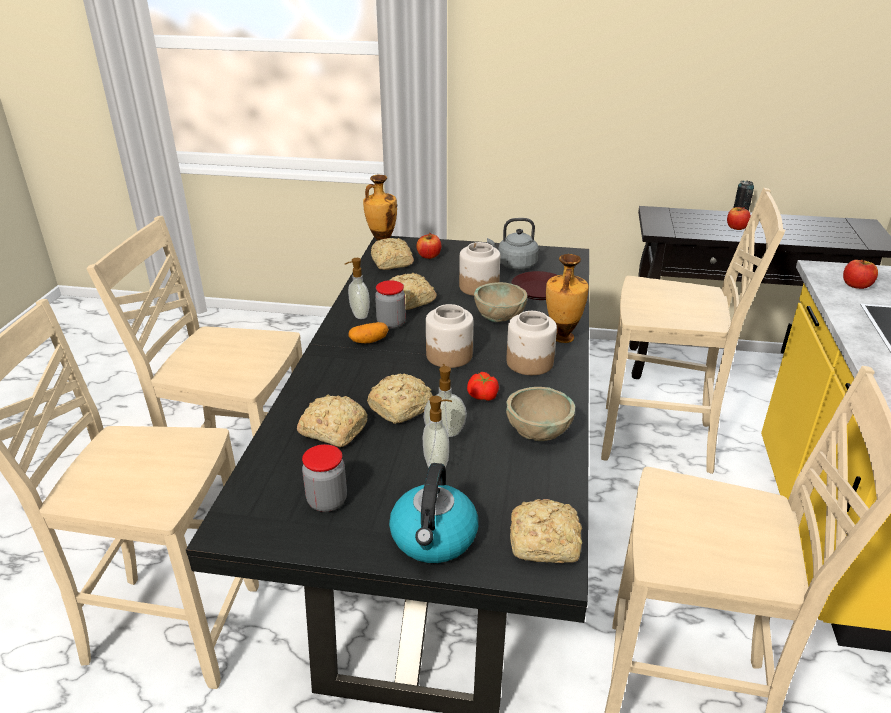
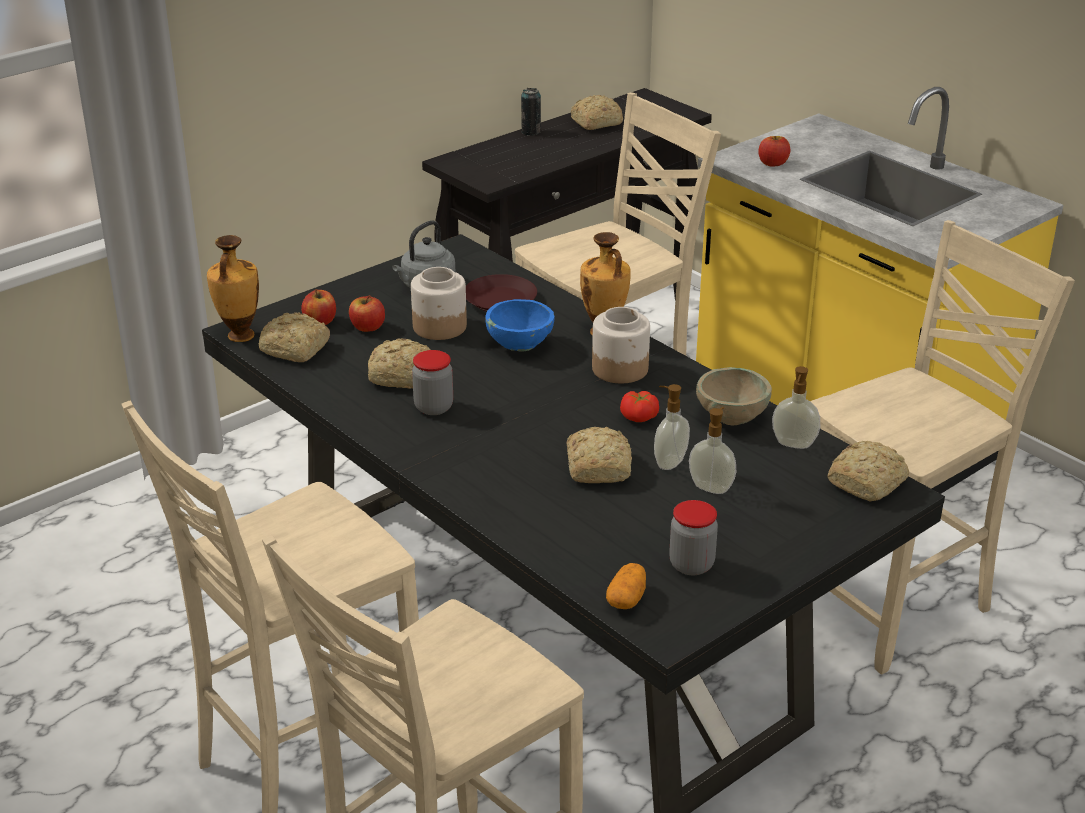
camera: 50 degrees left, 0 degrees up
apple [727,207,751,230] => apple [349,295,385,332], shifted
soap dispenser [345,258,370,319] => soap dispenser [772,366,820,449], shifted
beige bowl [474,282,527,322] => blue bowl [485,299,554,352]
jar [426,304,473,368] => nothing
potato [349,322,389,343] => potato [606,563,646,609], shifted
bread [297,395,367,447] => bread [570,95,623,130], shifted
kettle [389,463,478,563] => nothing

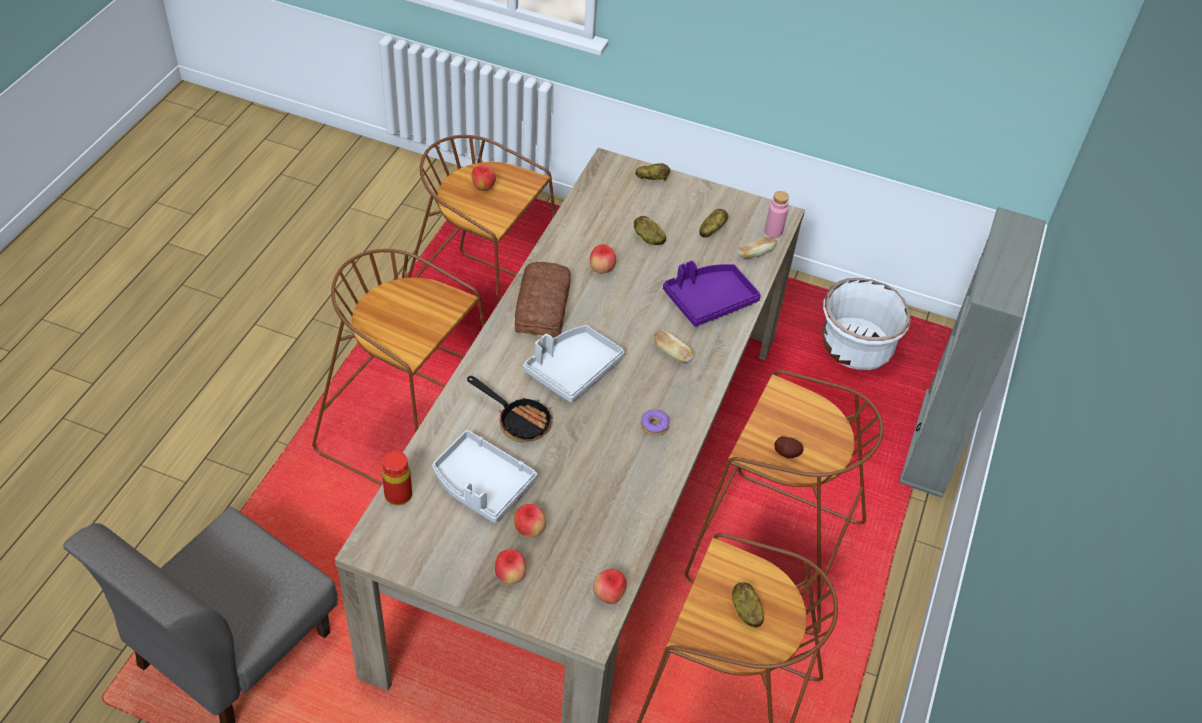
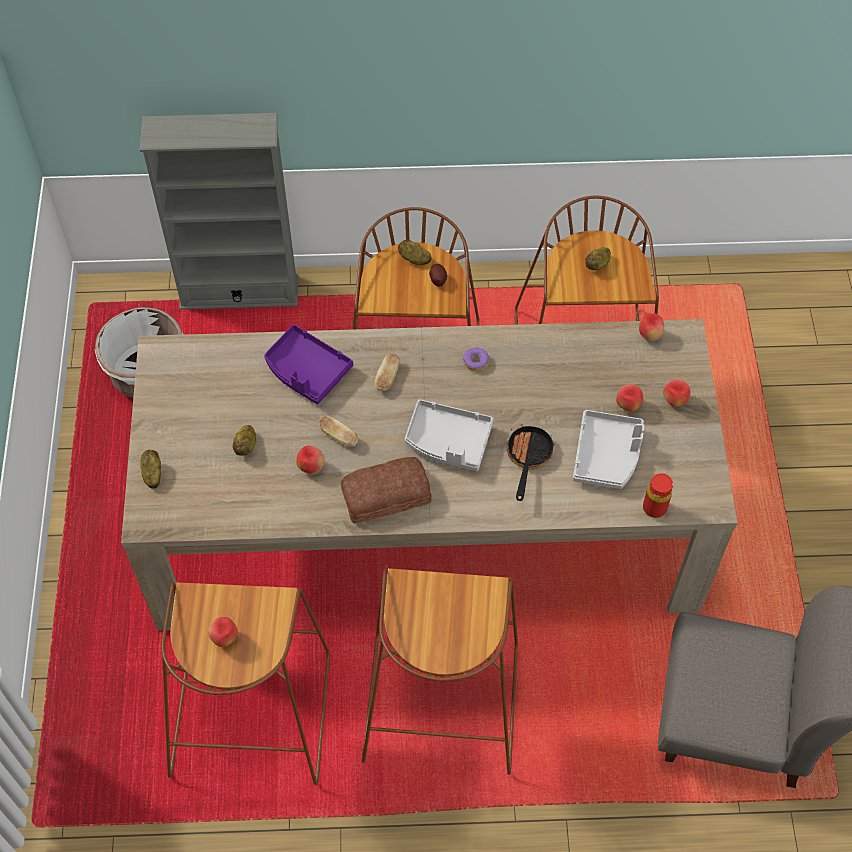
camera: 110 degrees left, 10 degrees up
pink bottle [765,191,789,238] => nothing
potato [699,209,728,238] => potato [398,240,432,265], shifted
bread [737,237,777,259] => bread [319,416,358,447], shifted

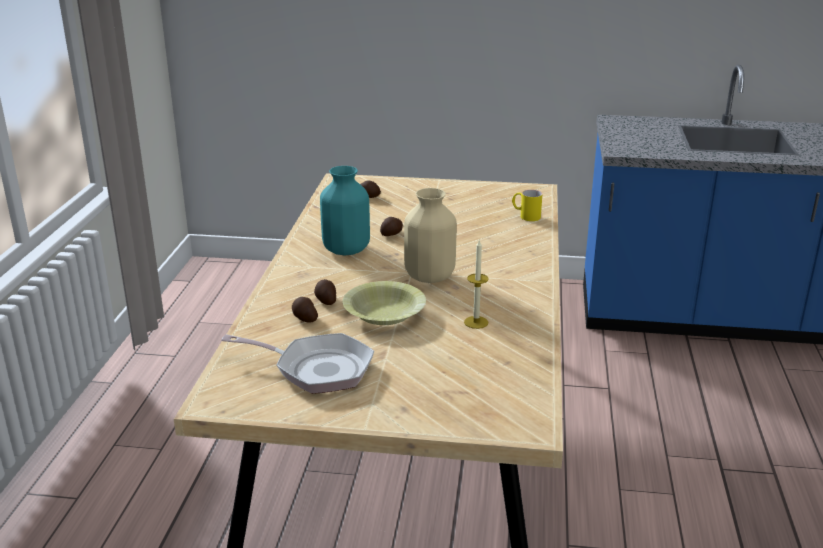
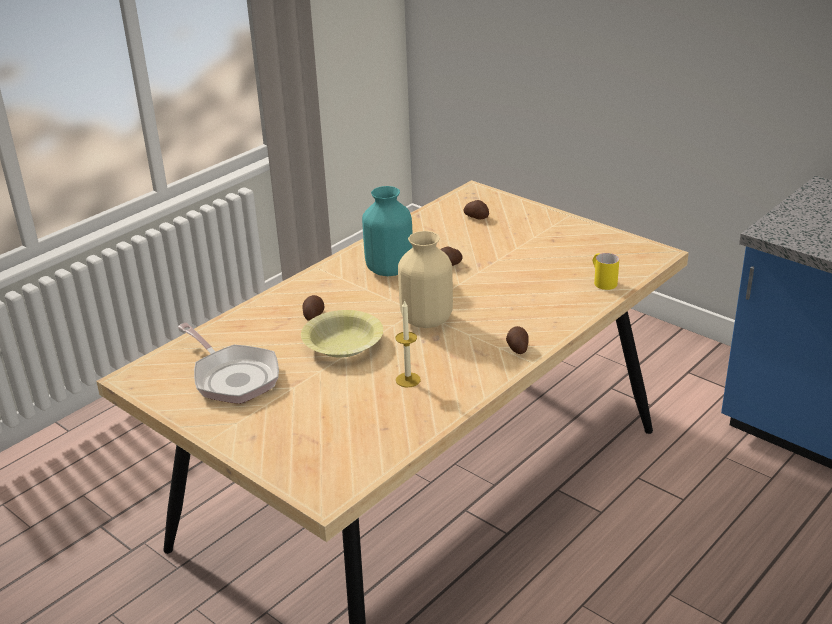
camera: 35 degrees right, 5 degrees up
potato [292,297,318,323] => potato [506,326,529,354], shifted

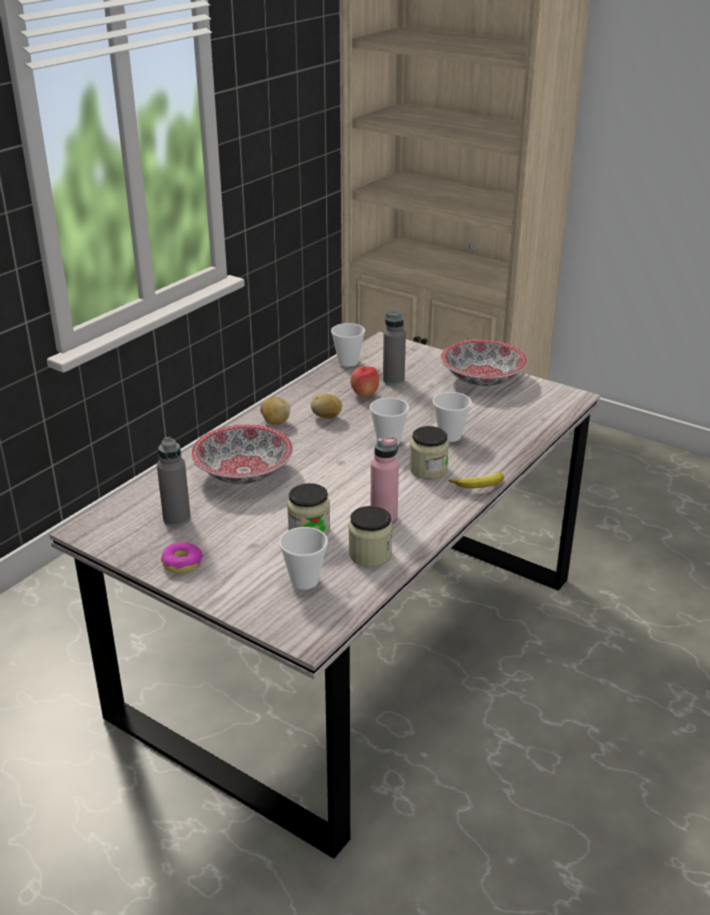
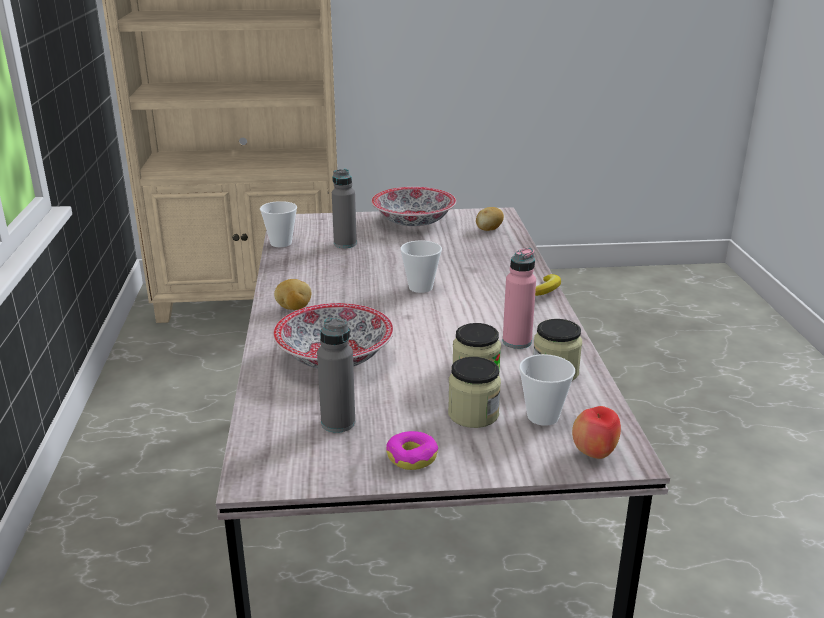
camera: 40 degrees left, 5 degrees down
apple [350,366,379,397] => apple [572,406,621,459], shifted
cup [433,392,472,442] => nothing
potato [310,394,342,419] => potato [476,207,504,231], shifted
jar [409,426,449,479] => jar [448,357,501,428], shifted

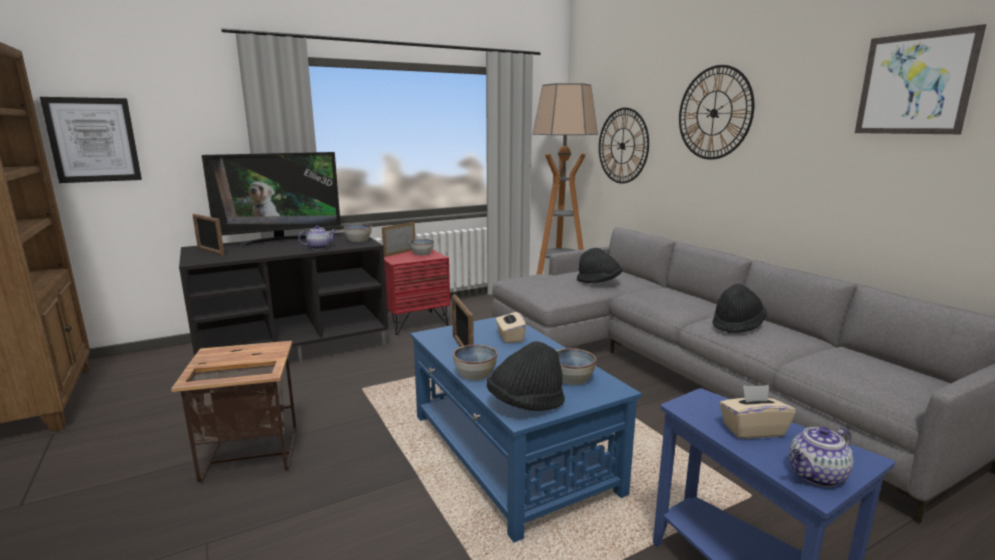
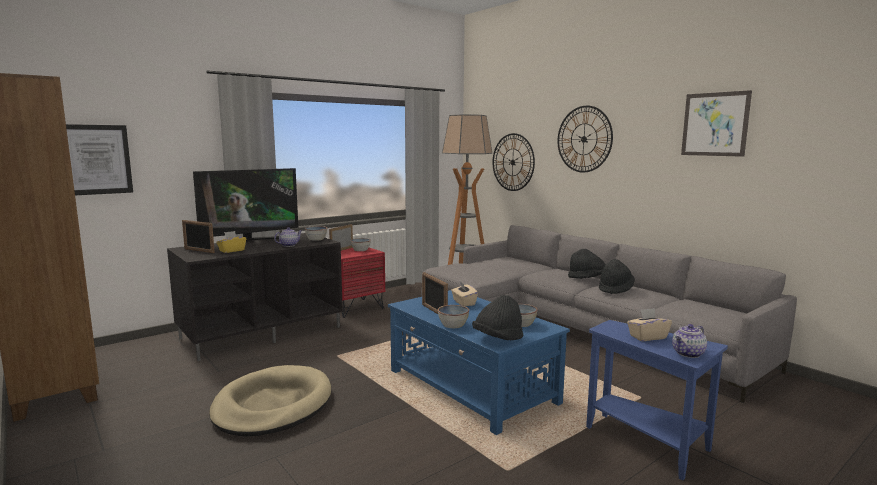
camera: 10 degrees left, 5 degrees down
black hat [577,248,622,283] => black hat [568,249,606,279], shifted
side table [171,341,296,482] => beige dog bed [209,365,331,436]
nothing => yellow tissue box [216,231,246,253]

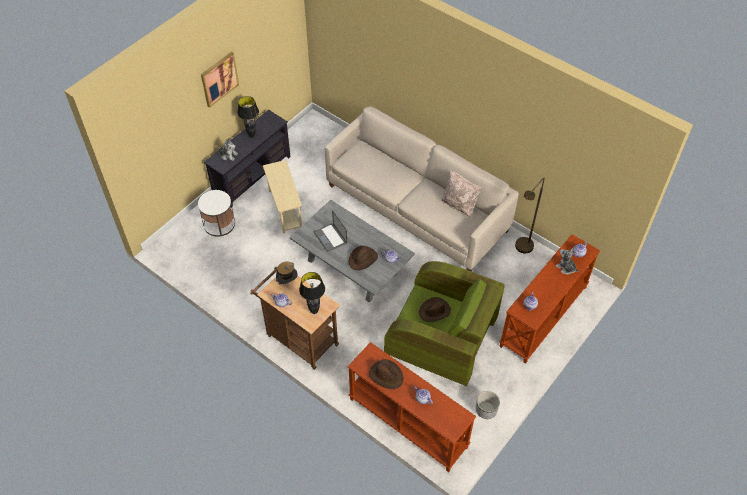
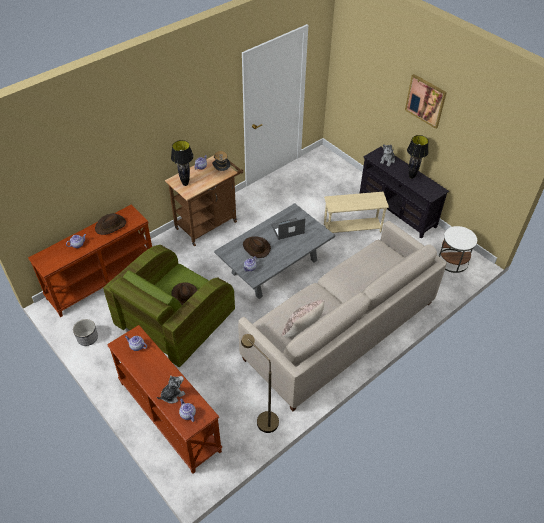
camera: 100 degrees right, 5 degrees down
white side table [198,190,235,237] => white side table [438,226,477,273], shifted

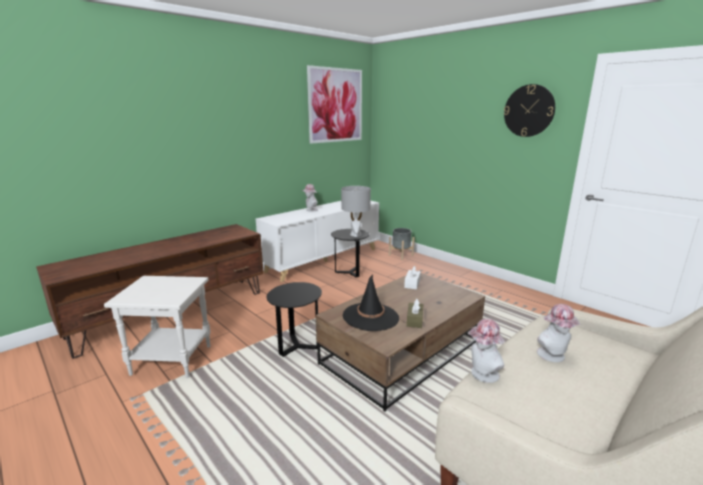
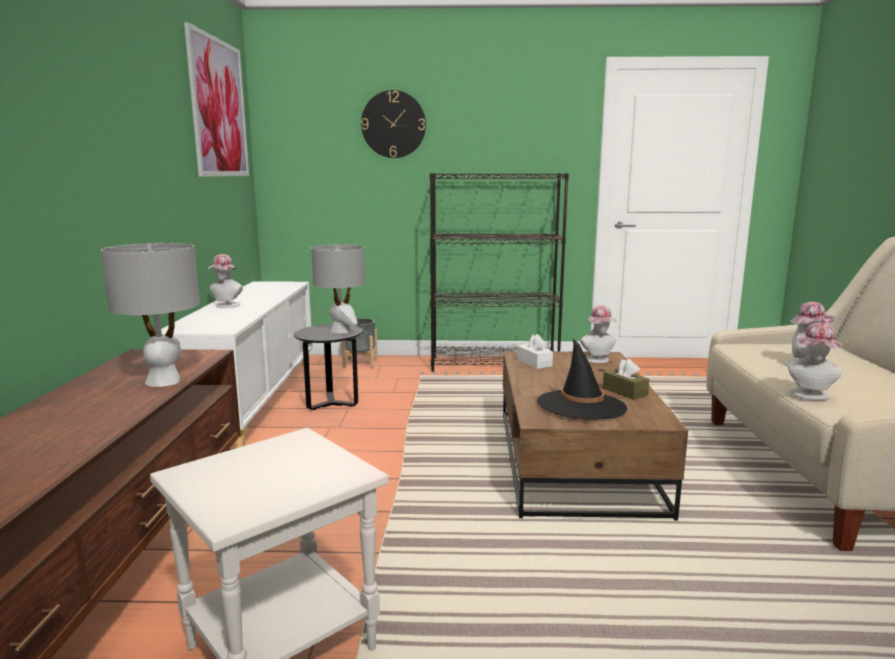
camera: 45 degrees left, 5 degrees down
wall clock [504,84,555,137] => wall clock [361,90,426,158], shifted
black side table [267,282,322,357] => nothing
nothing => black bookcase [430,173,569,372]
nothing => grey table lamp [101,243,200,387]
nothing => hat [580,305,617,363]

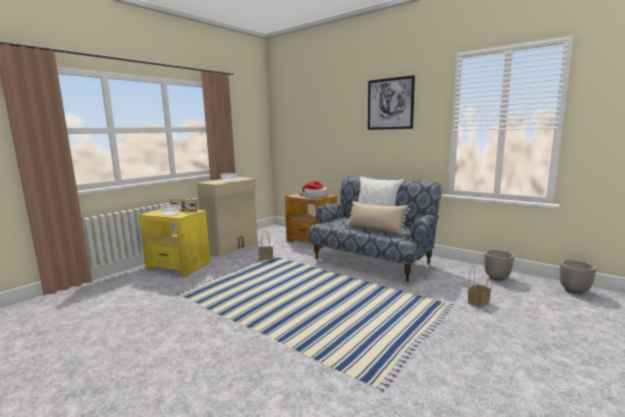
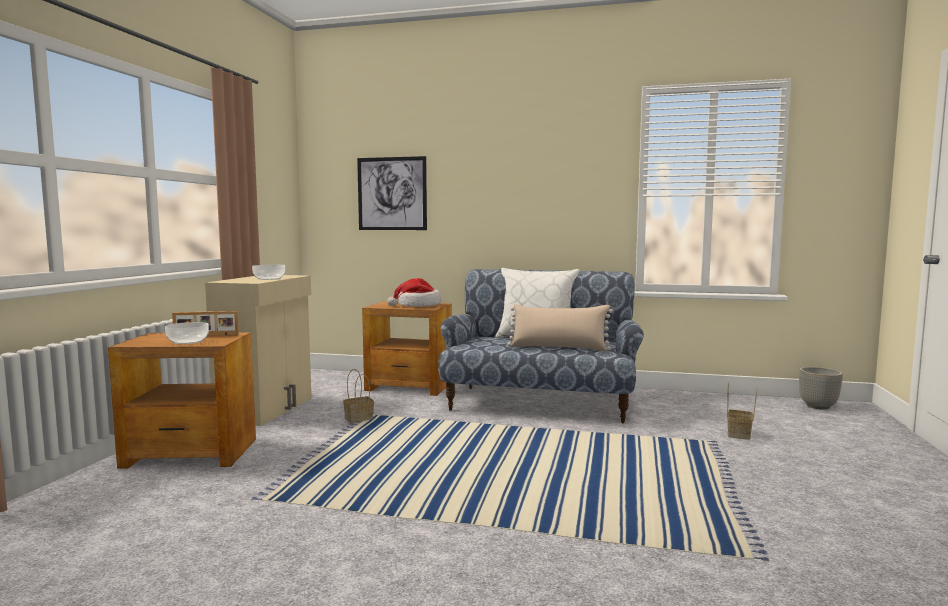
camera: 25 degrees left, 5 degrees down
picture [368,75,415,130] => picture [357,156,427,230], shifted
yellow side table [139,209,210,276] => brown side table [108,332,256,469]
planter [484,250,514,281] => nothing

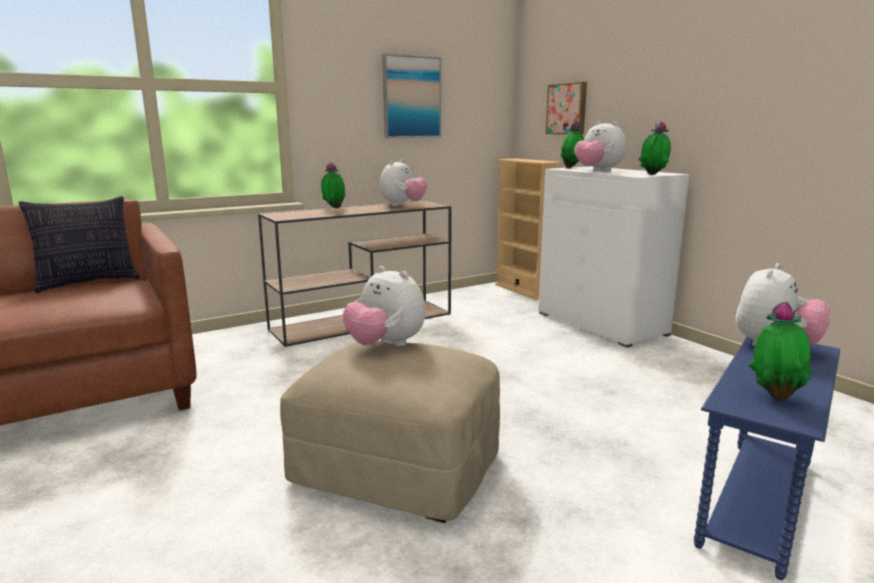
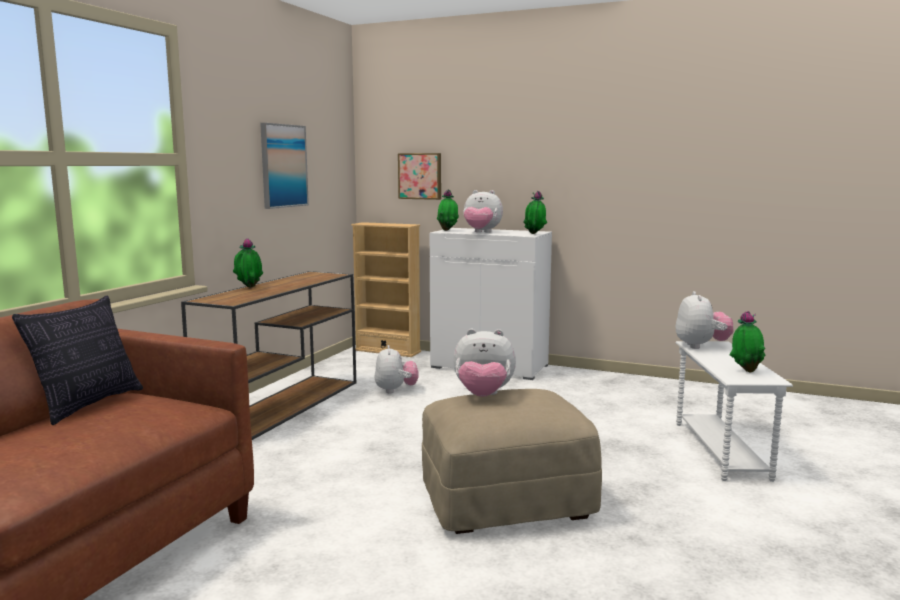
camera: 35 degrees left, 5 degrees down
plush toy [380,160,427,206] => plush toy [374,345,419,393], shifted
blue side table [694,337,840,580] => white side table [676,341,793,482]

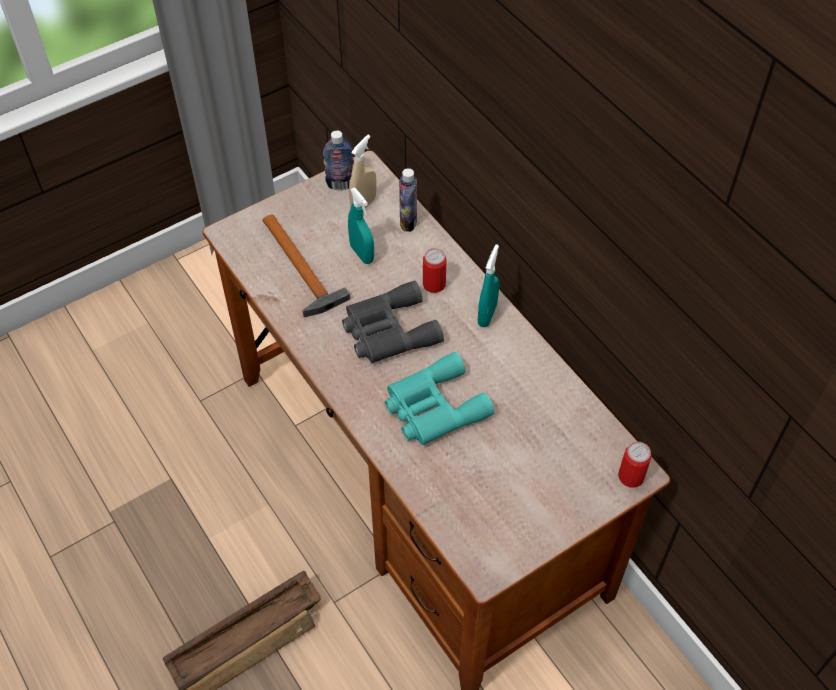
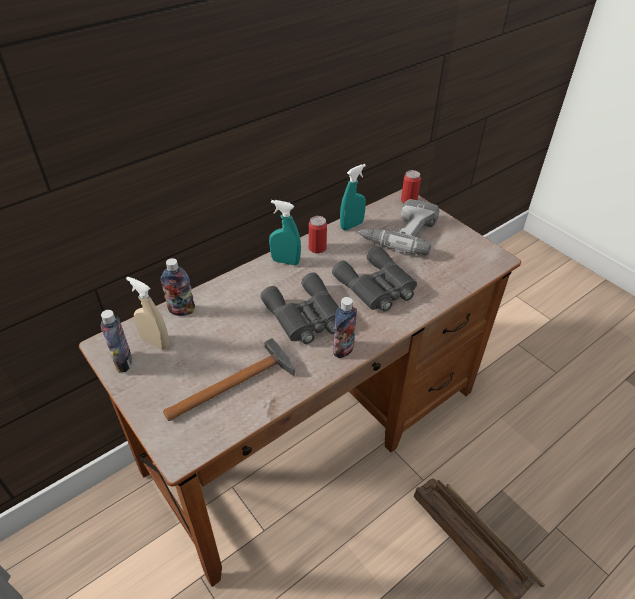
camera: 95 degrees left, 10 degrees down
turquoise spray bottle [348,188,374,264] => turquoise spray bottle [340,164,366,230], shifted
can [423,248,447,293] => can [309,216,327,253], shifted
turquoise binoculars [385,352,494,445] => grey binoculars [332,246,417,312]
nothing => power drill [358,199,440,255]
nothing => bottle [333,297,357,358]

